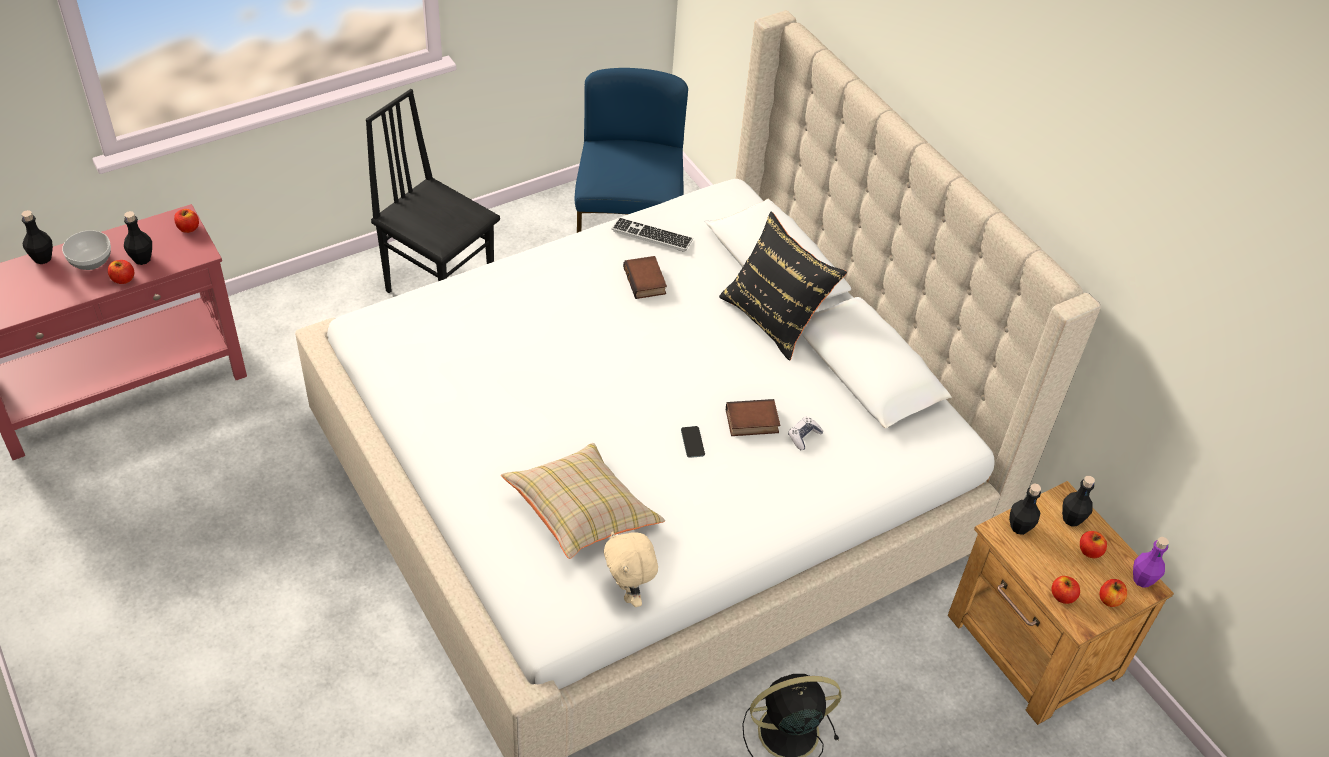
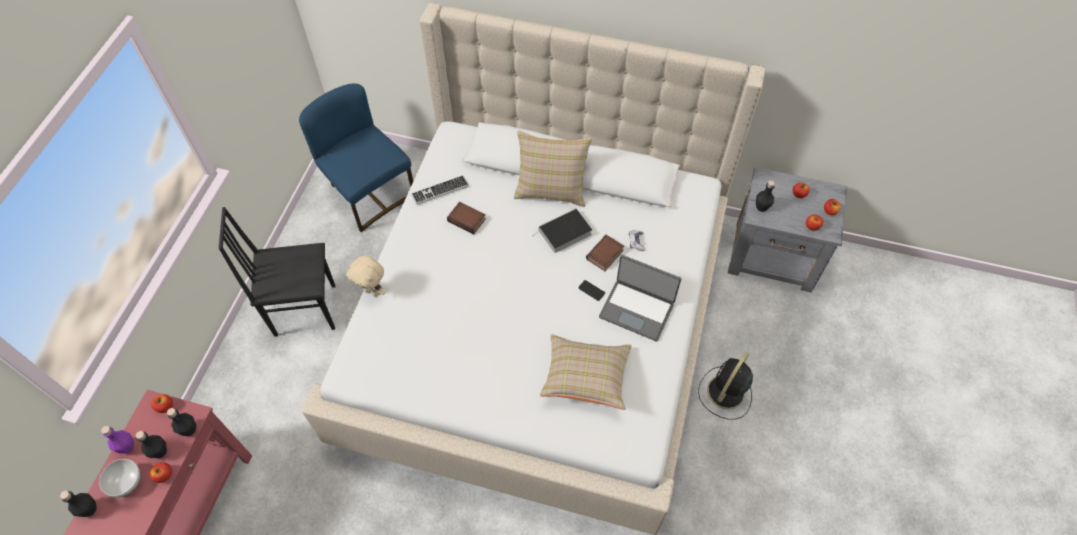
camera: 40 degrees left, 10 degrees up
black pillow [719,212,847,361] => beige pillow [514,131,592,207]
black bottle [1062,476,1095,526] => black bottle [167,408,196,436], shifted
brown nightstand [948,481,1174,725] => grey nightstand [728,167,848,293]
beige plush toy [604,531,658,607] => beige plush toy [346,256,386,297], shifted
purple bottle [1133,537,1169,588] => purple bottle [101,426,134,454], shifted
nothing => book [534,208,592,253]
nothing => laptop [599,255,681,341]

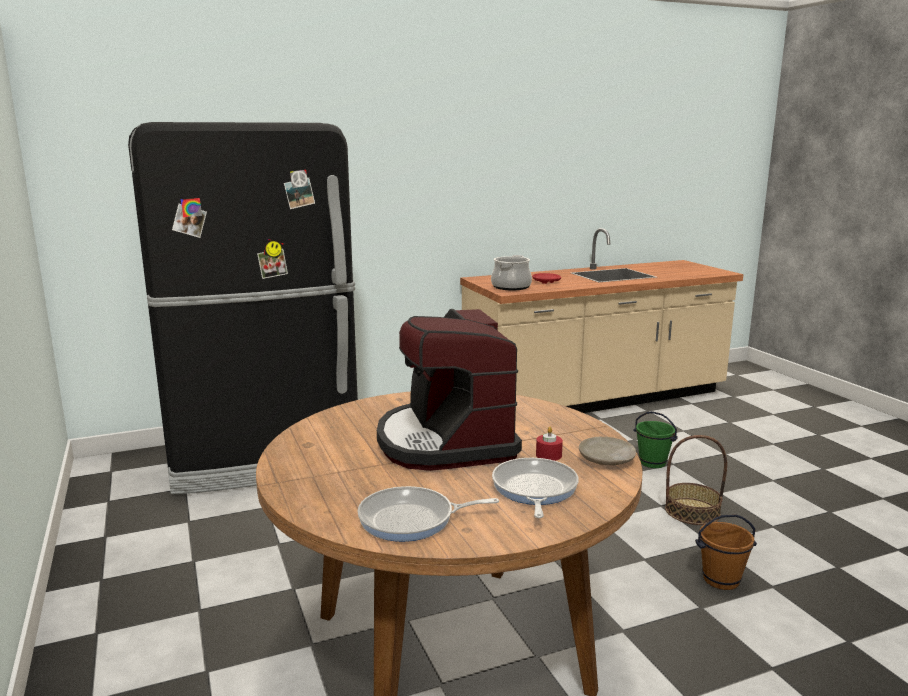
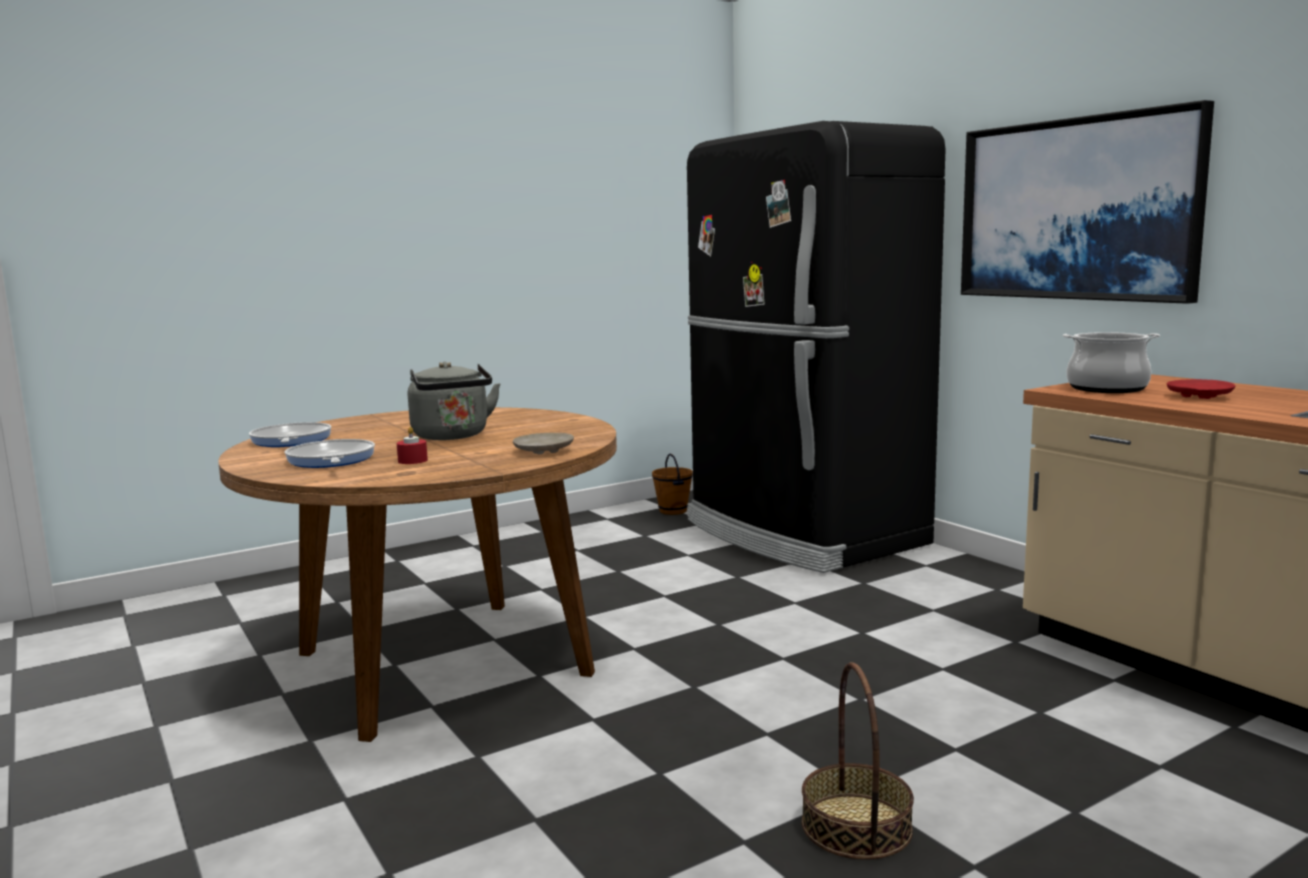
camera: 80 degrees right, 5 degrees down
coffee machine [377,309,522,471] => grey kettle [408,361,500,440]
green bucket [634,411,678,468] => nothing
beige plate [579,437,636,465] => beige plate [513,433,574,454], shifted
frying pan [492,458,578,518] => frying pan [284,439,375,468], 105 degrees counterclockwise
brown bucket [695,514,757,590] => brown bucket [652,453,693,515], shifted
nothing => picture [961,100,1214,304]

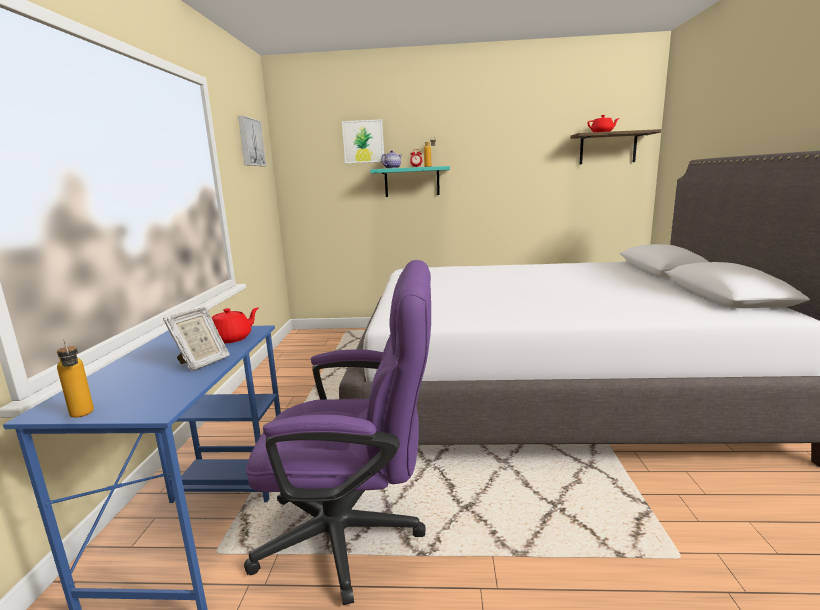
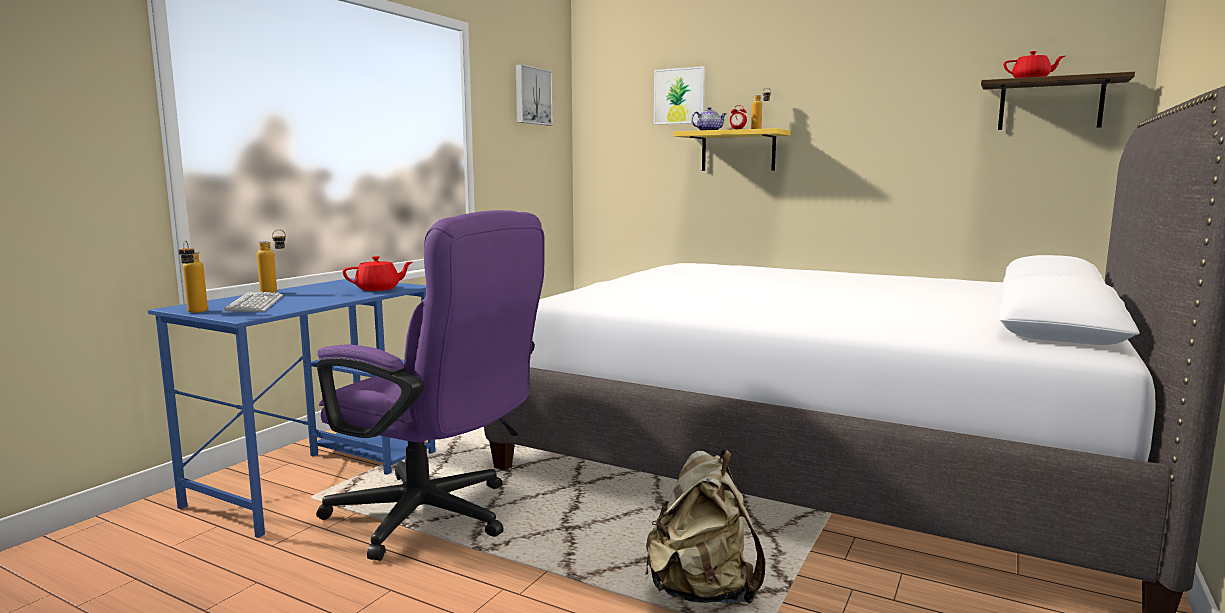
camera: 25 degrees right, 5 degrees down
turquoise shelf [370,166,450,197] => yellow shelf [674,128,791,171]
picture frame [163,307,230,371] => nothing
nothing => bottle [257,229,286,293]
nothing => keyboard [224,292,283,313]
nothing => beige backpack [645,450,765,604]

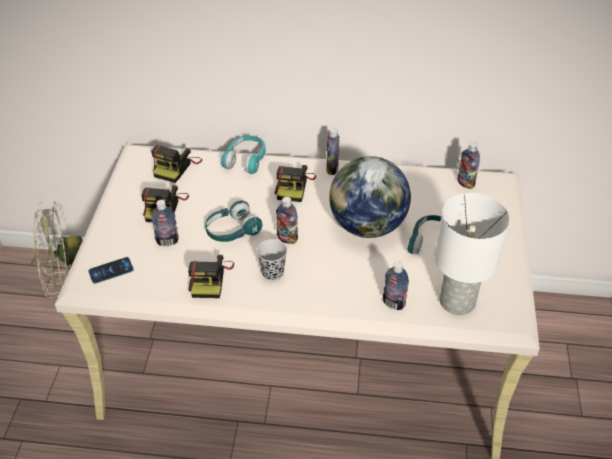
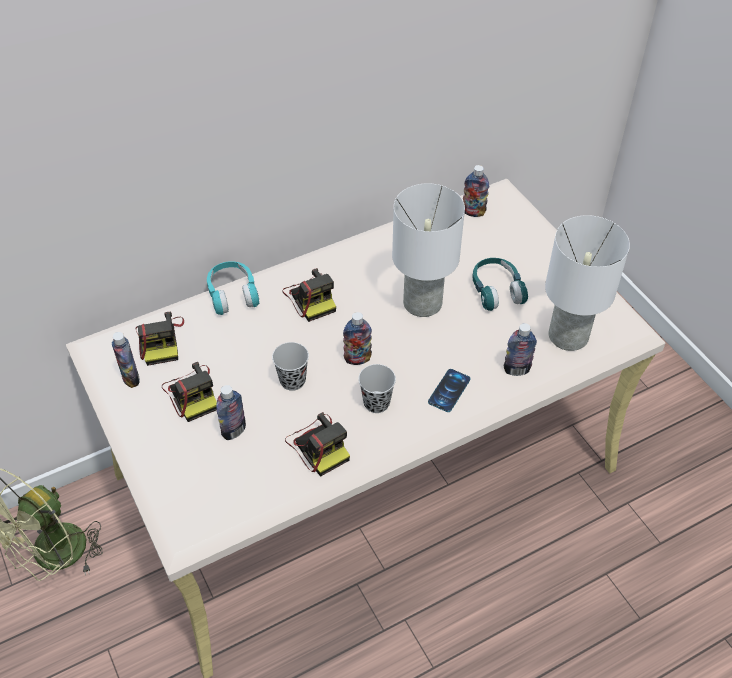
camera: 35 degrees left, 5 degrees up
bottle [326,128,339,175] => bottle [112,332,140,388], shifted
globe [329,156,411,238] => white table lamp [392,183,465,317]
turquoise headphones [205,200,262,242] => black cup [272,342,309,391]
phone [88,257,134,284] => phone [428,369,470,412], shifted

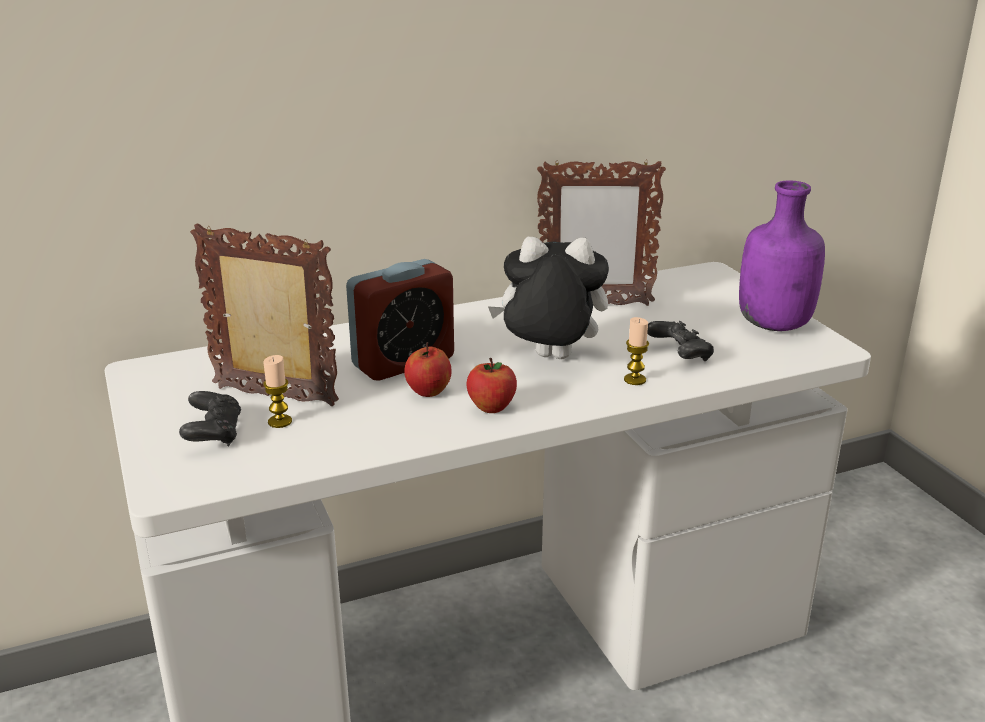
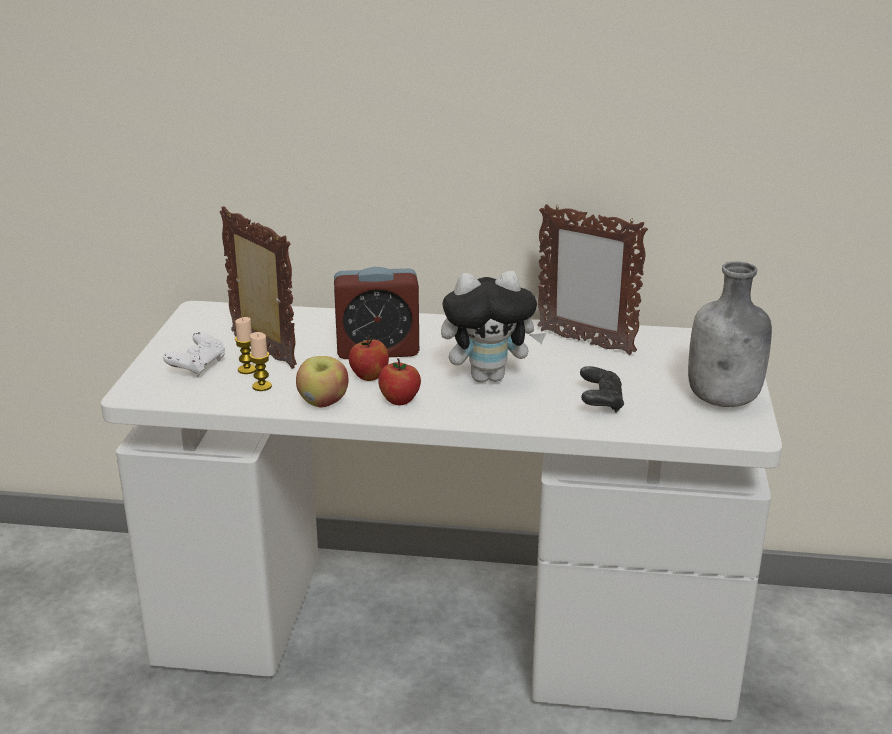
camera: 30 degrees right, 0 degrees up
purple bottle [739,181,825,331] => grey bottle [688,261,772,407]
plush toy [488,237,609,359] => plush toy [441,271,546,383], 135 degrees clockwise
candle [624,317,649,385] => candle [250,332,272,391], shifted
black game controller [179,391,241,446] => white game controller [163,332,225,377]
nothing => apple [296,356,348,408]

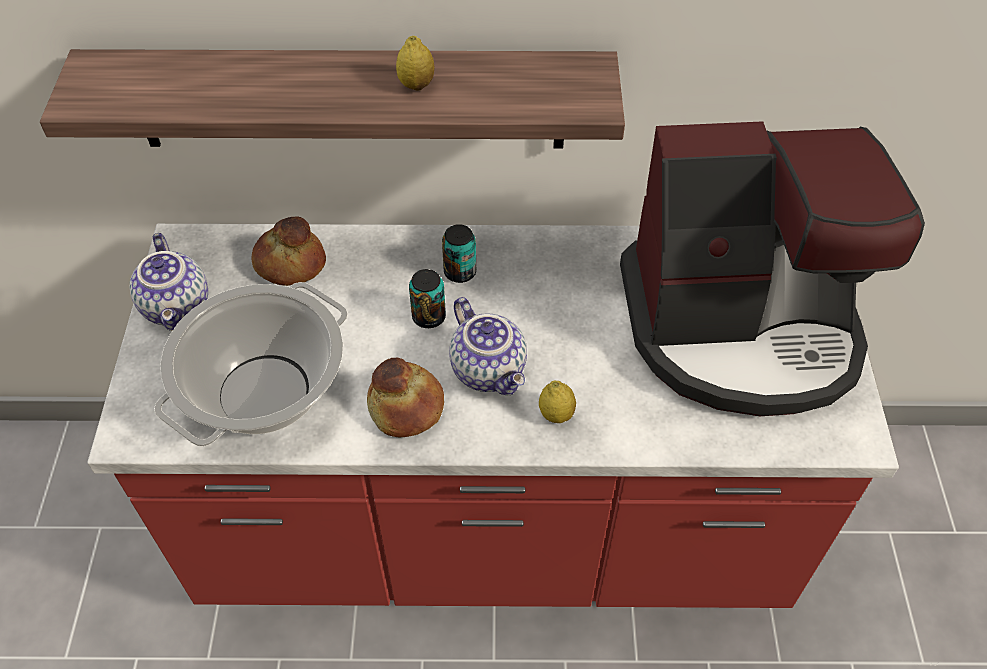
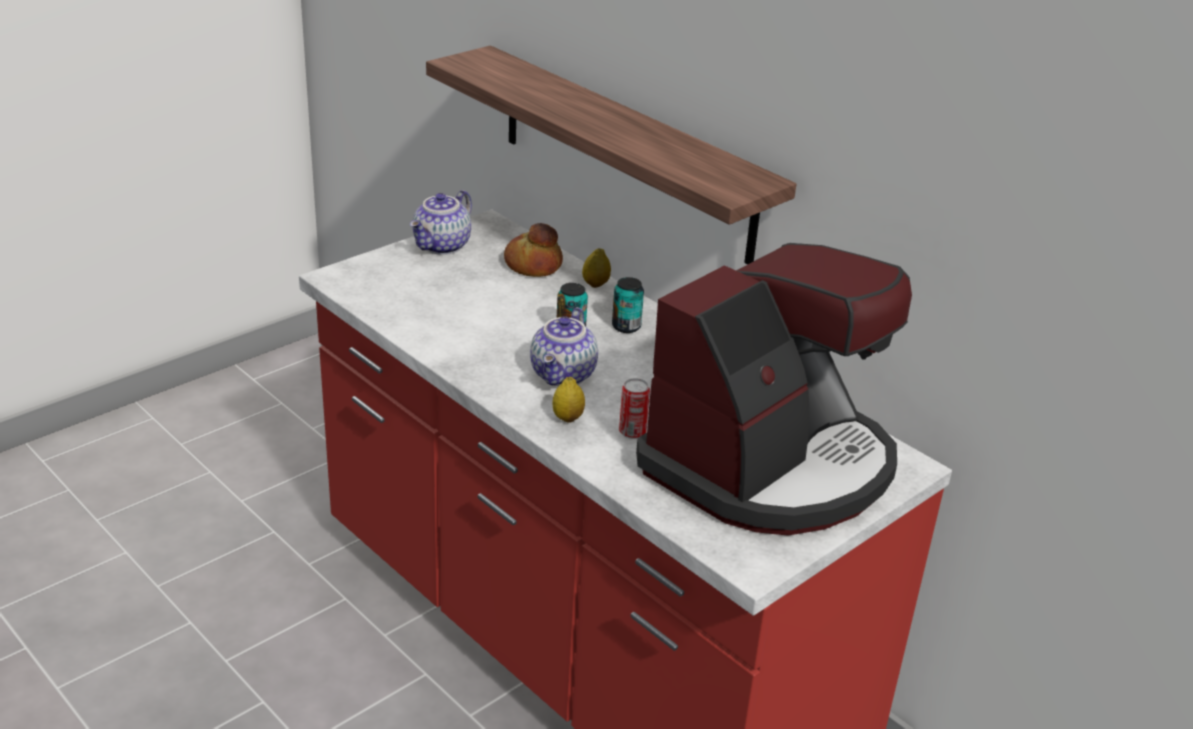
camera: 45 degrees right, 20 degrees down
lemon [396,36,434,91] => lemon [582,248,611,288], shifted
coffee machine [620,121,925,416] => coffee machine [636,243,912,536], 90 degrees counterclockwise
cooking pot [154,282,348,447] => nothing
bread [367,357,444,437] => nothing
nothing => can [619,378,650,439]

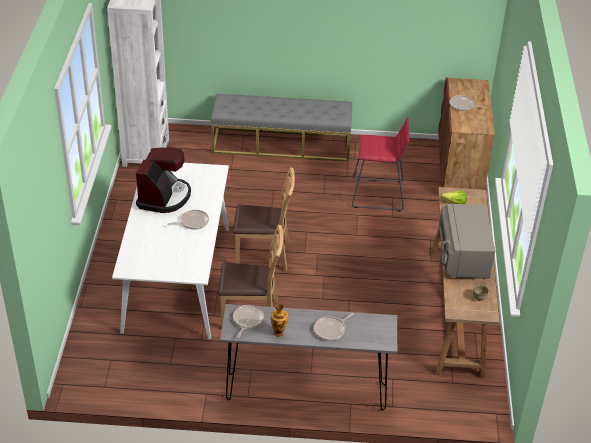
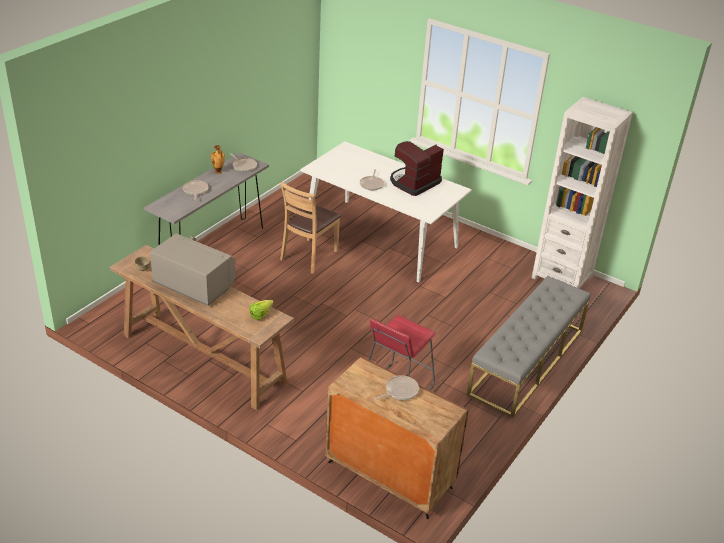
camera: 120 degrees right, 5 degrees down
coffee machine [136,147,191,213] => coffee machine [390,141,444,196], 90 degrees clockwise
brown chair [233,168,295,271] => nothing

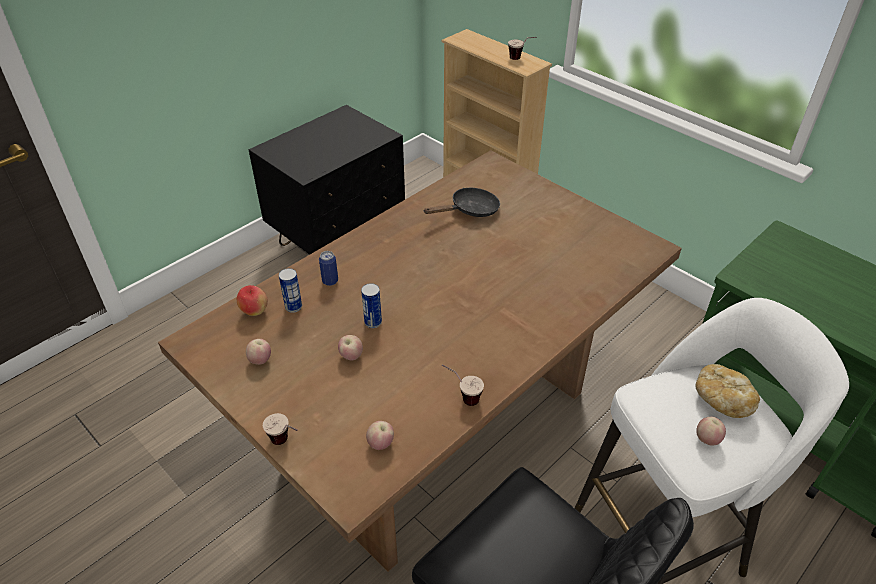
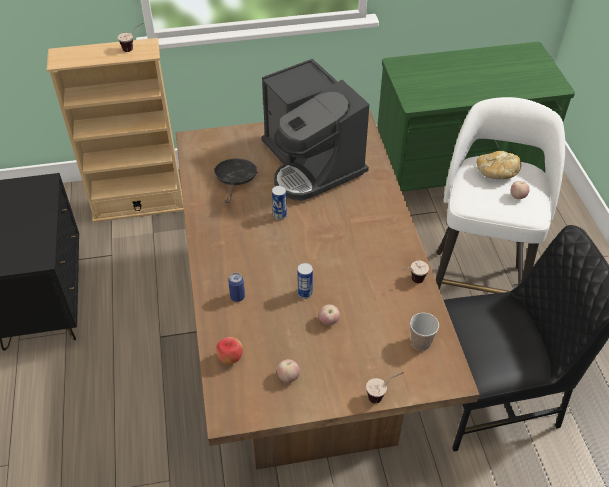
camera: 55 degrees left, 5 degrees up
can [279,268,302,313] => can [272,186,287,220], shifted
apple [366,421,394,450] => cup [410,313,439,351]
nothing => coffee machine [261,59,369,200]

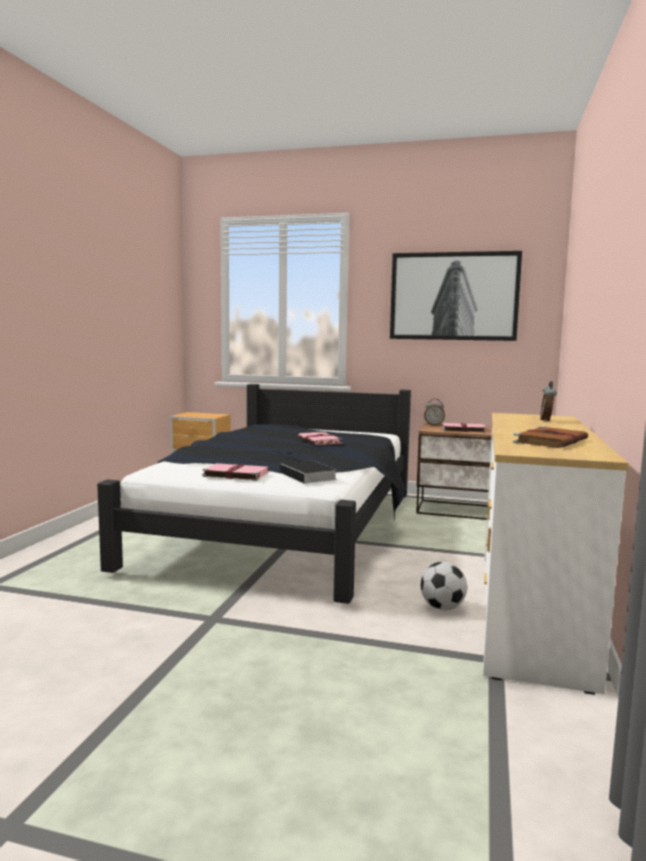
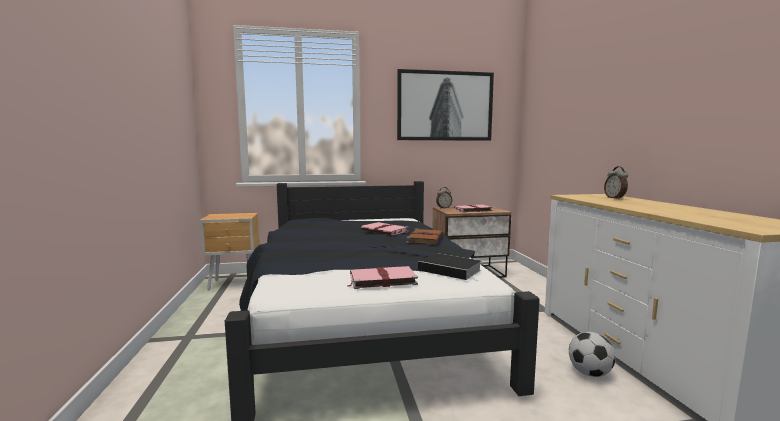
camera: 25 degrees left, 0 degrees up
brown book [513,426,588,448] => brown book [406,229,443,244], shifted

